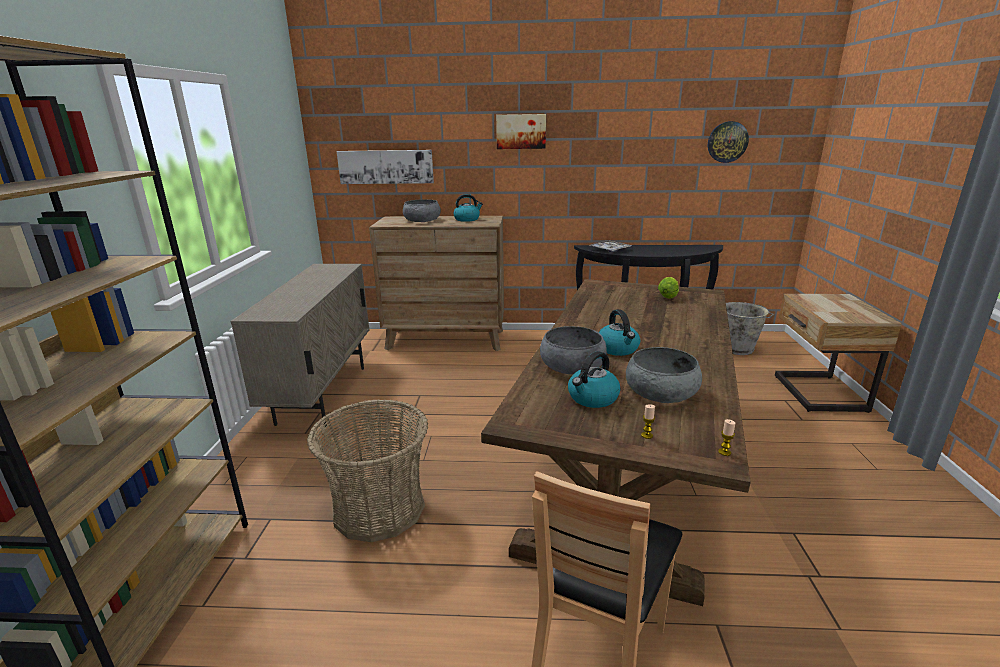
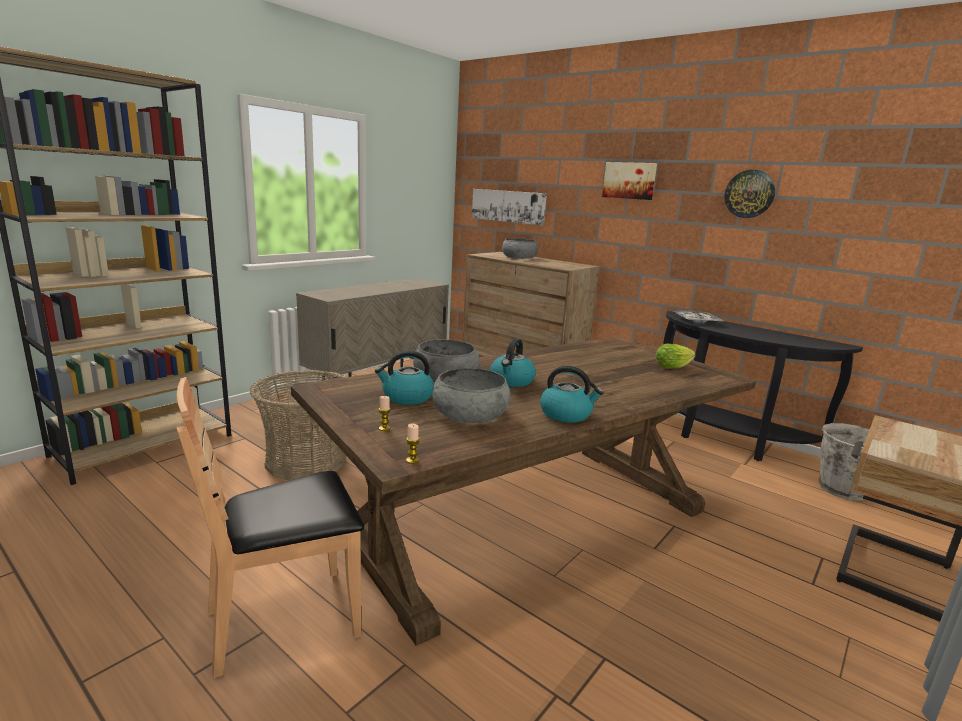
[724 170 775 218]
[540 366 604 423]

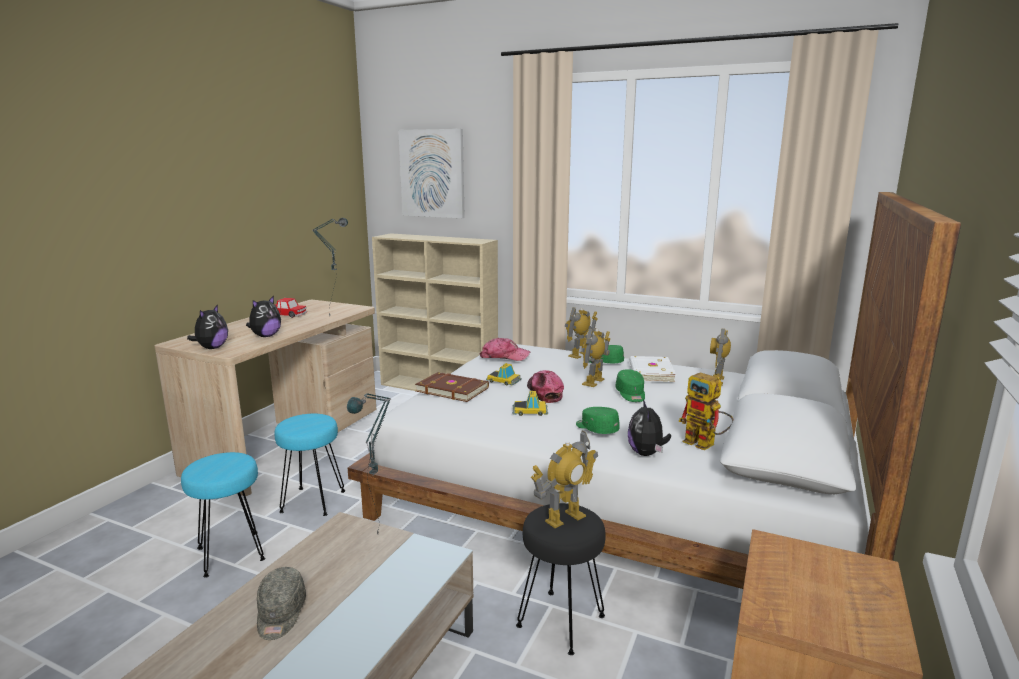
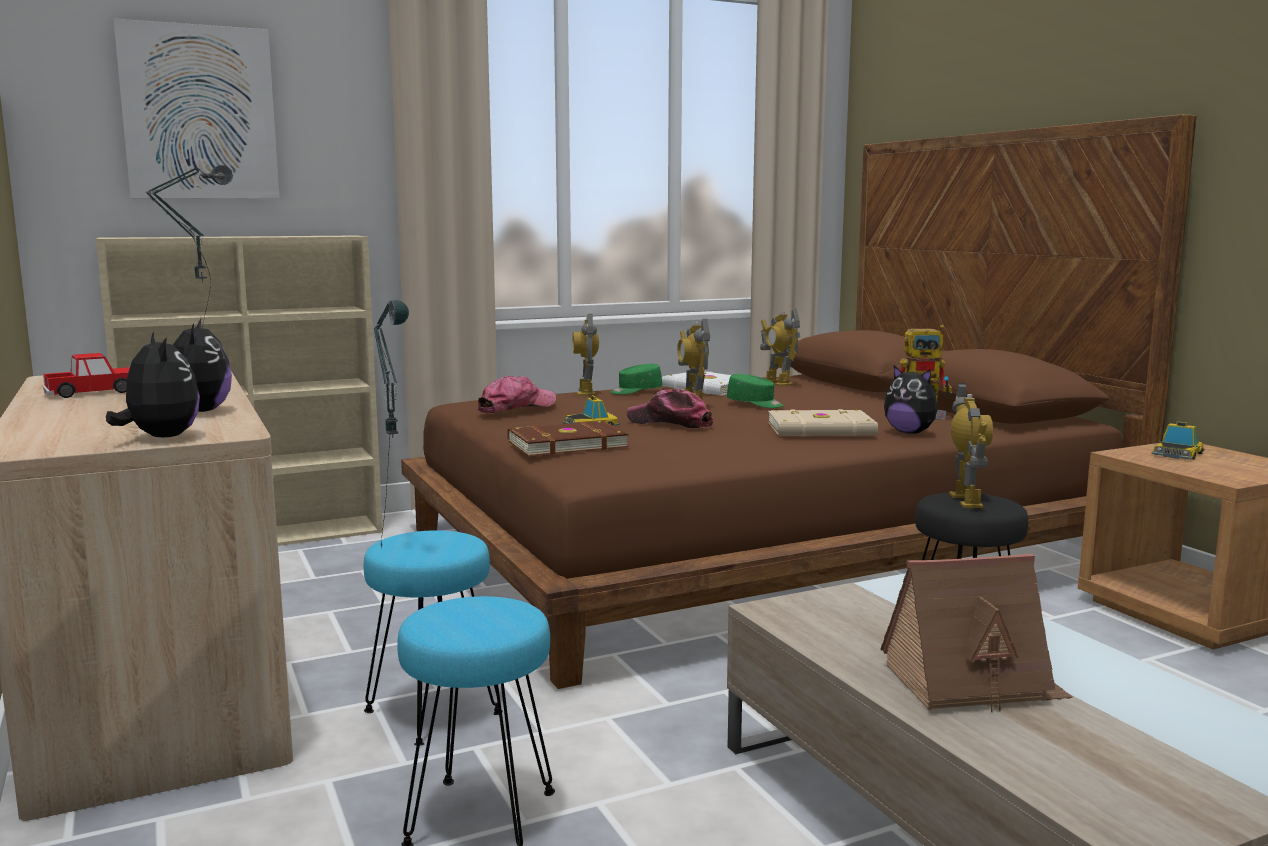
[401 114 1197 689]
[1151 422 1205 460]
[374 300 409 548]
[768 409 878 436]
[880 554 1073 712]

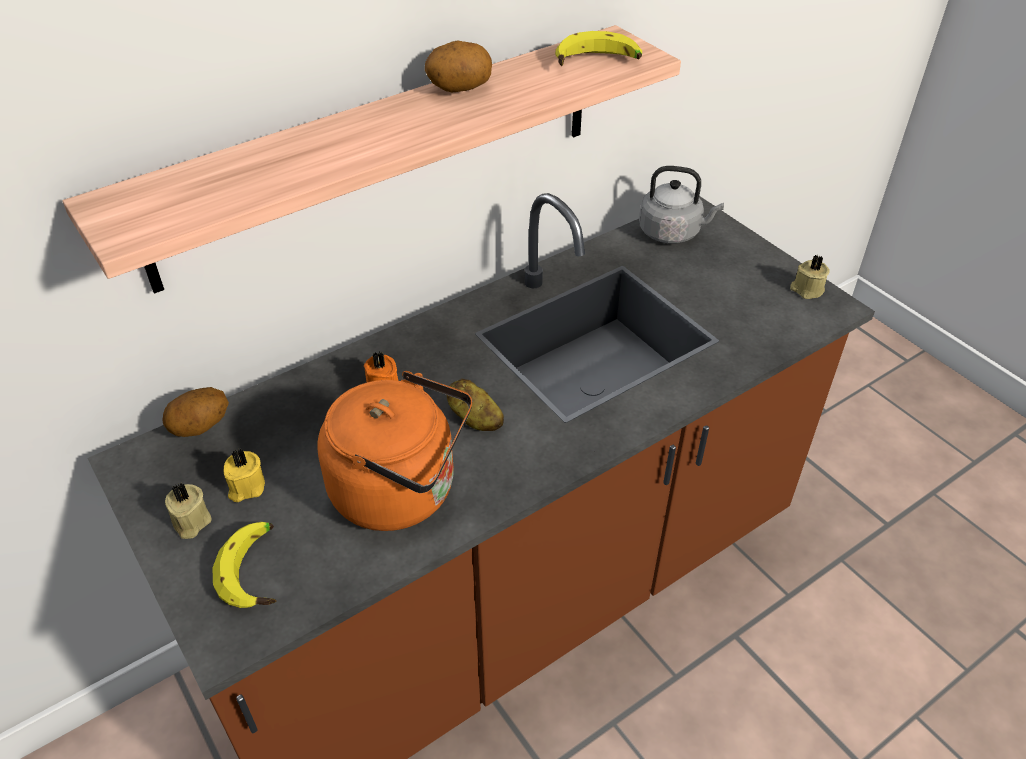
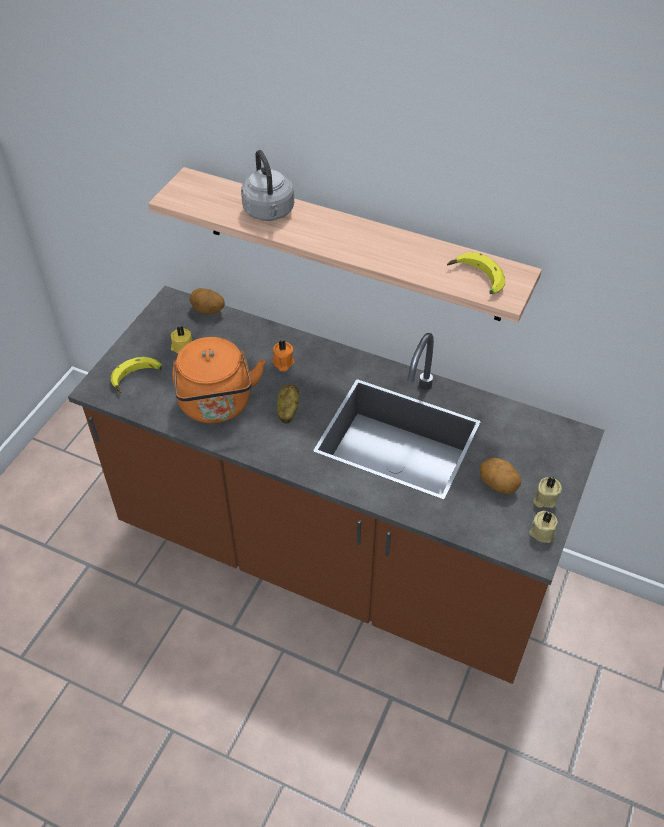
[479 458 521 494]
[241 150 294 221]
[533 477 562 508]

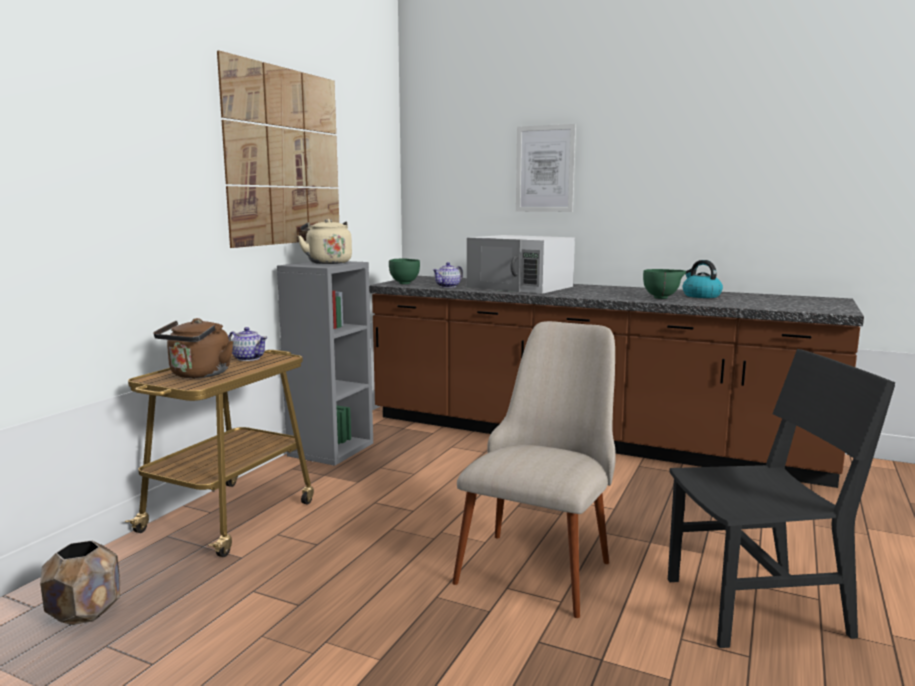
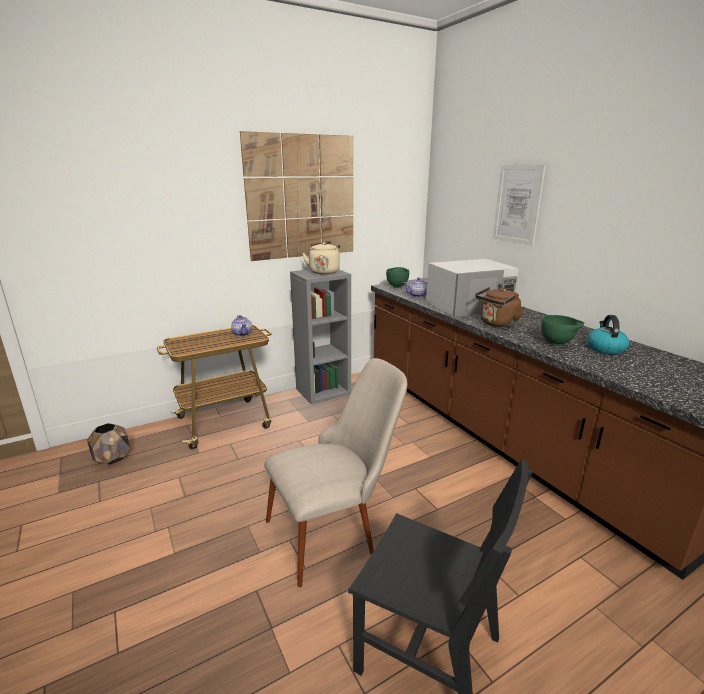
[426 259 519 317]
[475 287 525 327]

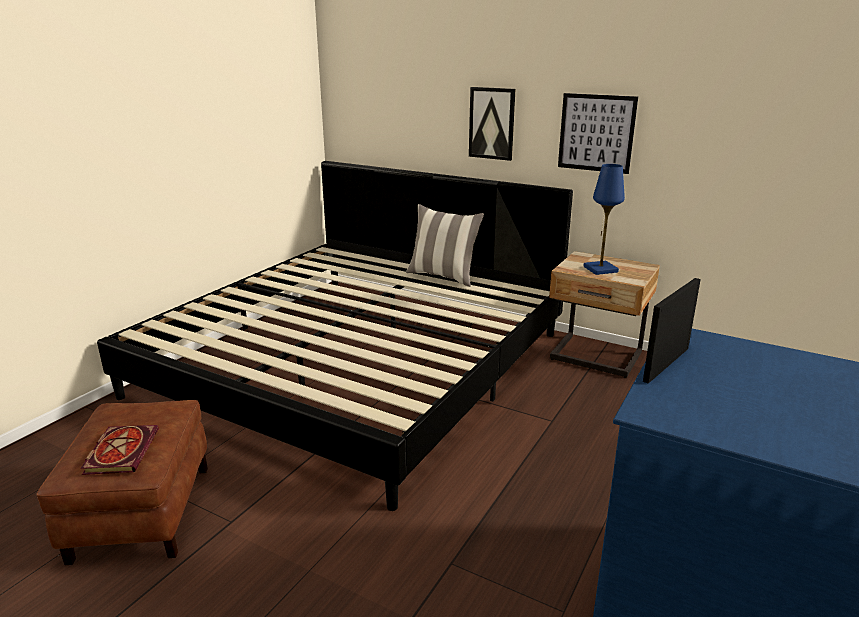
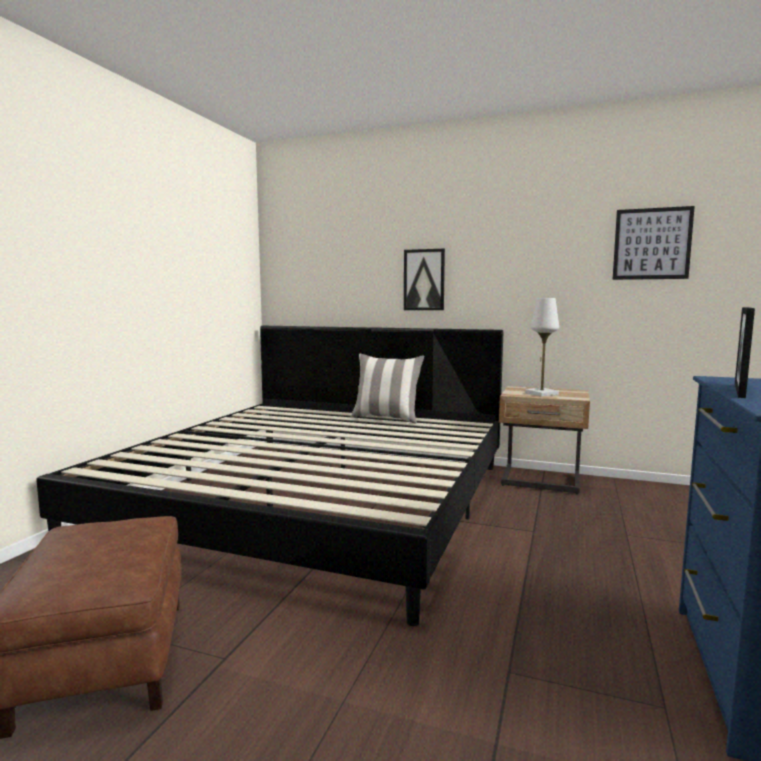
[612 206 695 280]
[525 298 559 396]
[80 425 159 475] (first image)

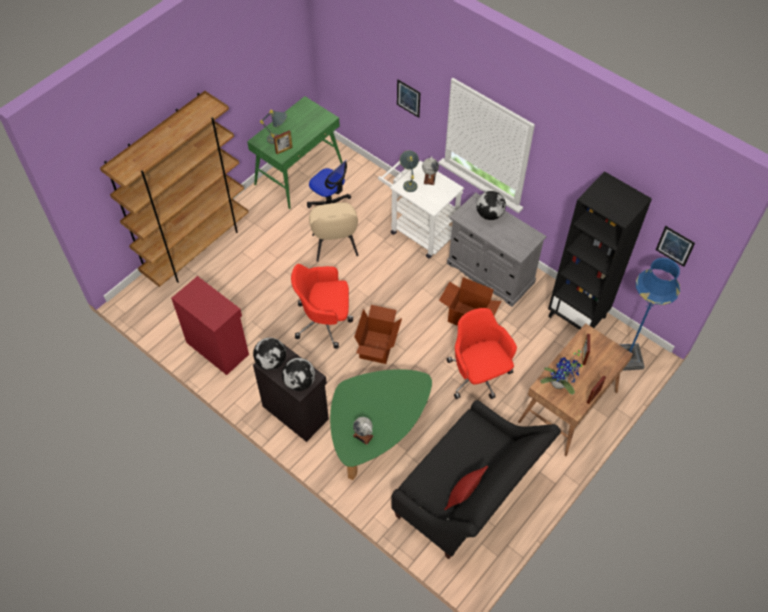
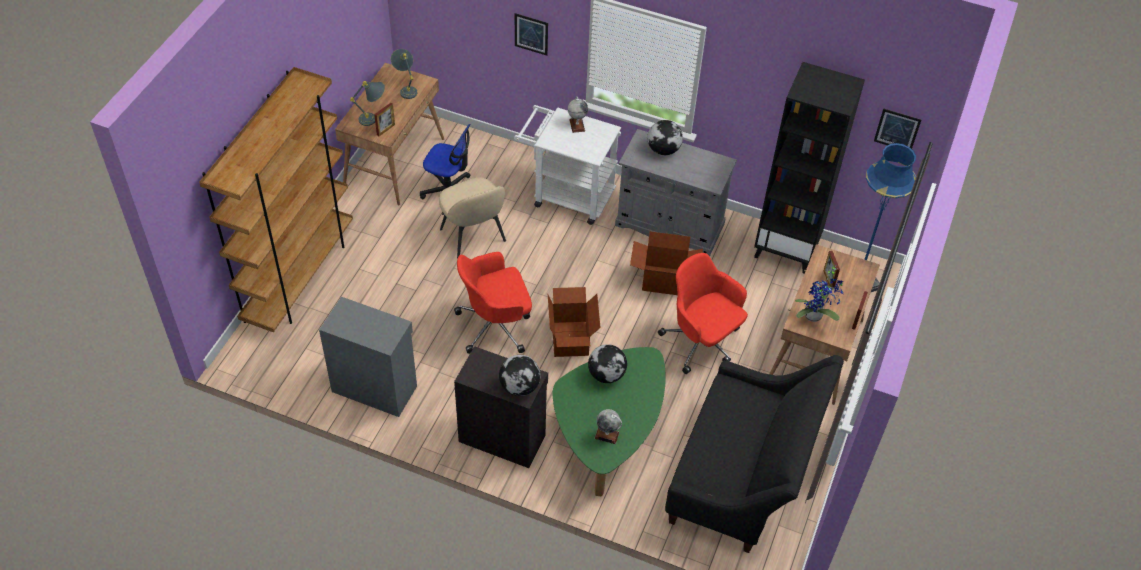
[335 63 444 206]
[391 49 417 99]
[319 297 417 417]
[588 344 627 383]
[444 466 488 511] (first image)

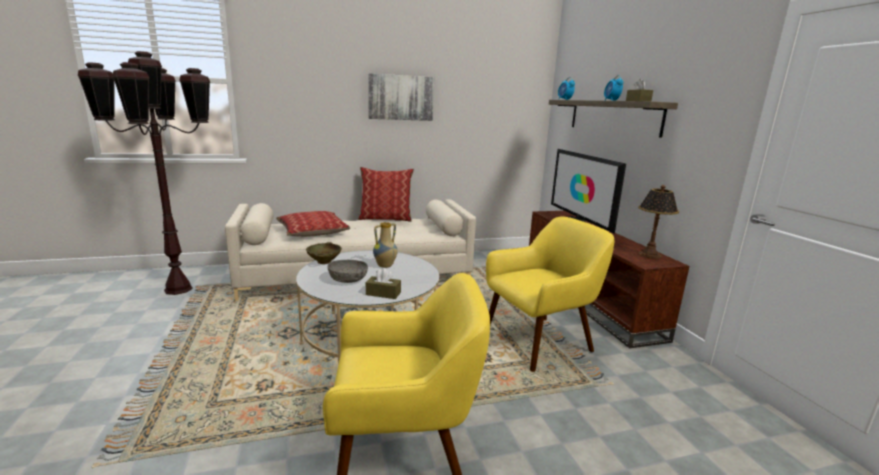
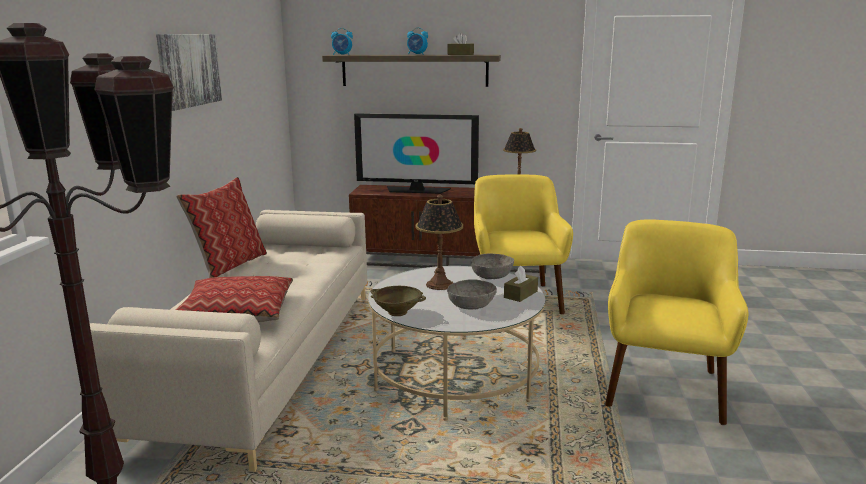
[415 195 463 290]
[471 253 514 279]

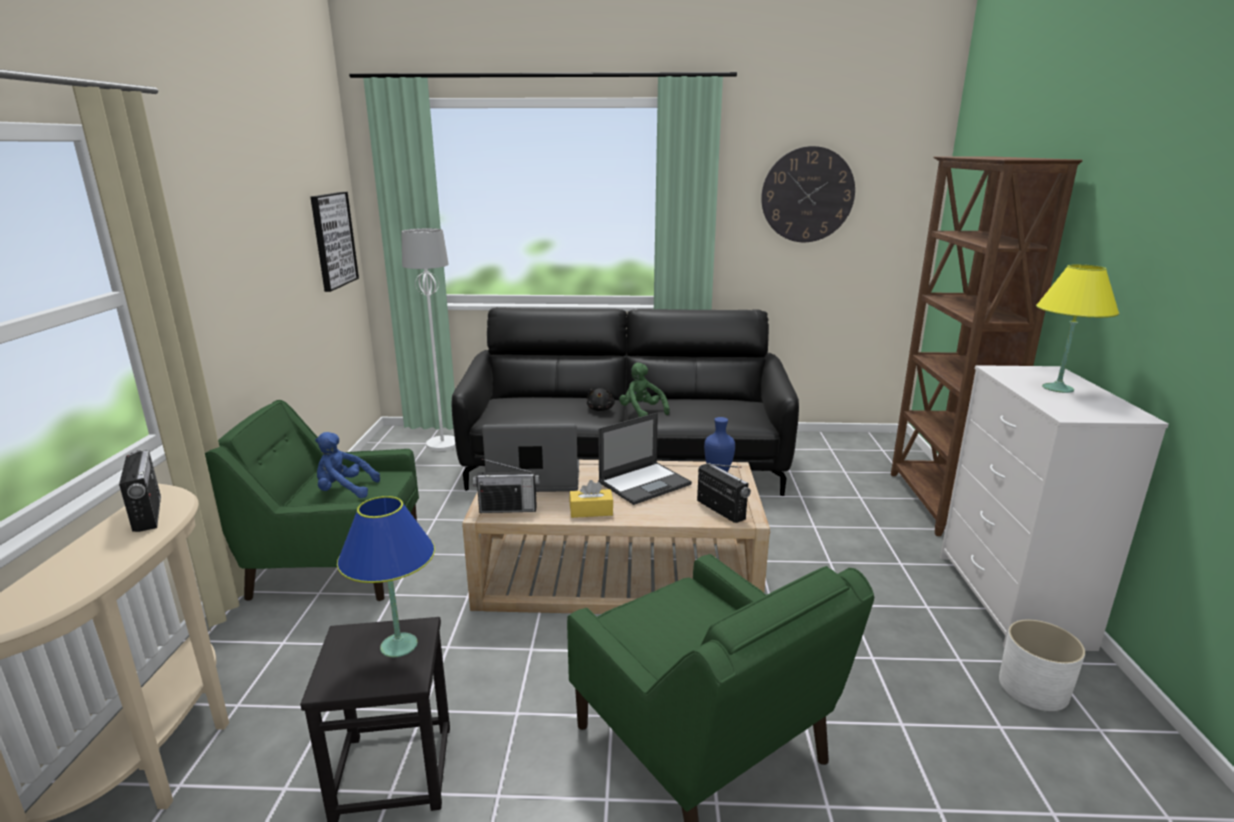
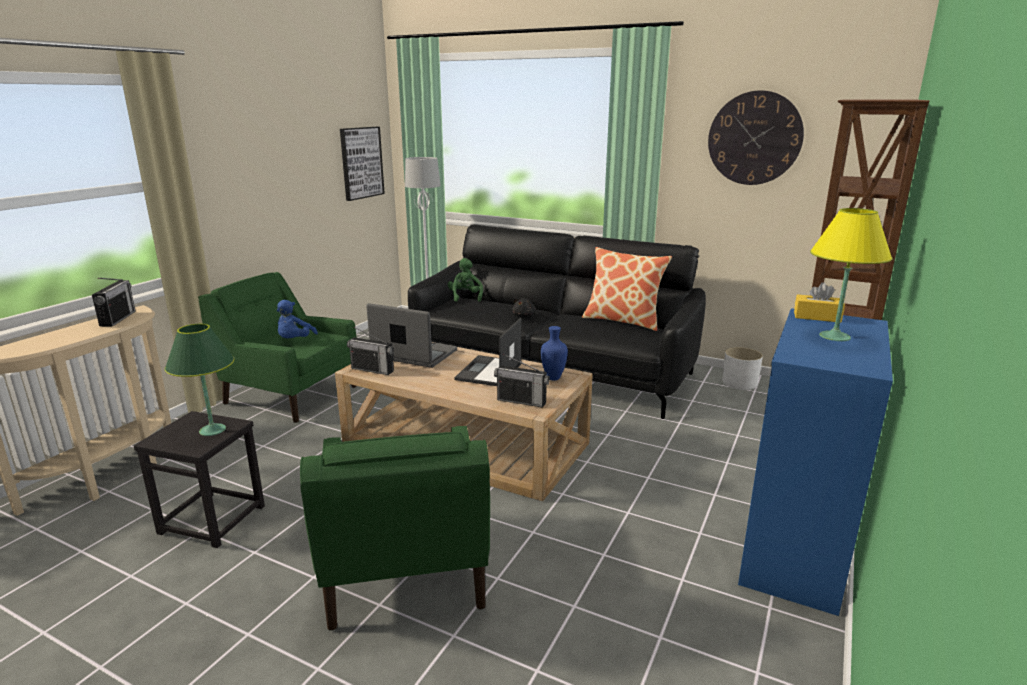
[448 258 483 302]
[738 308 893 616]
[454 318 522 386]
[277 300 318 338]
[494 354 550 408]
[794 282 845 323]
[165 324 235 436]
[722 347 763 390]
[582 247 672 331]

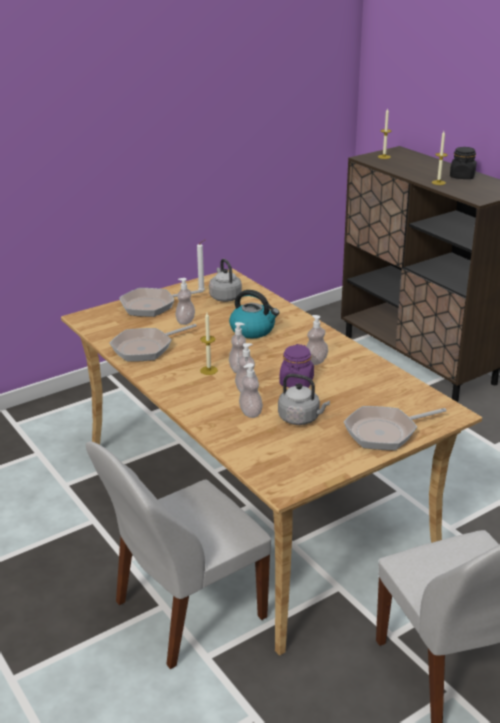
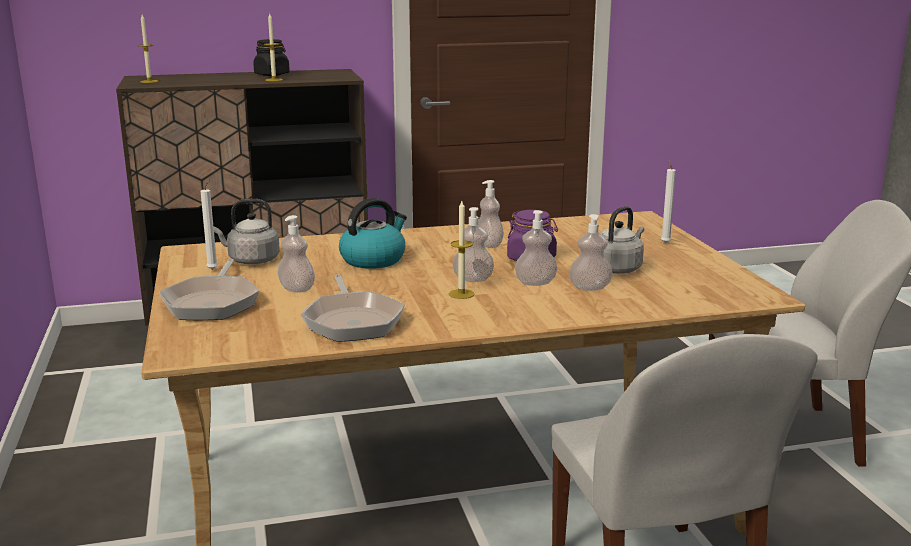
[661 160 676 244]

